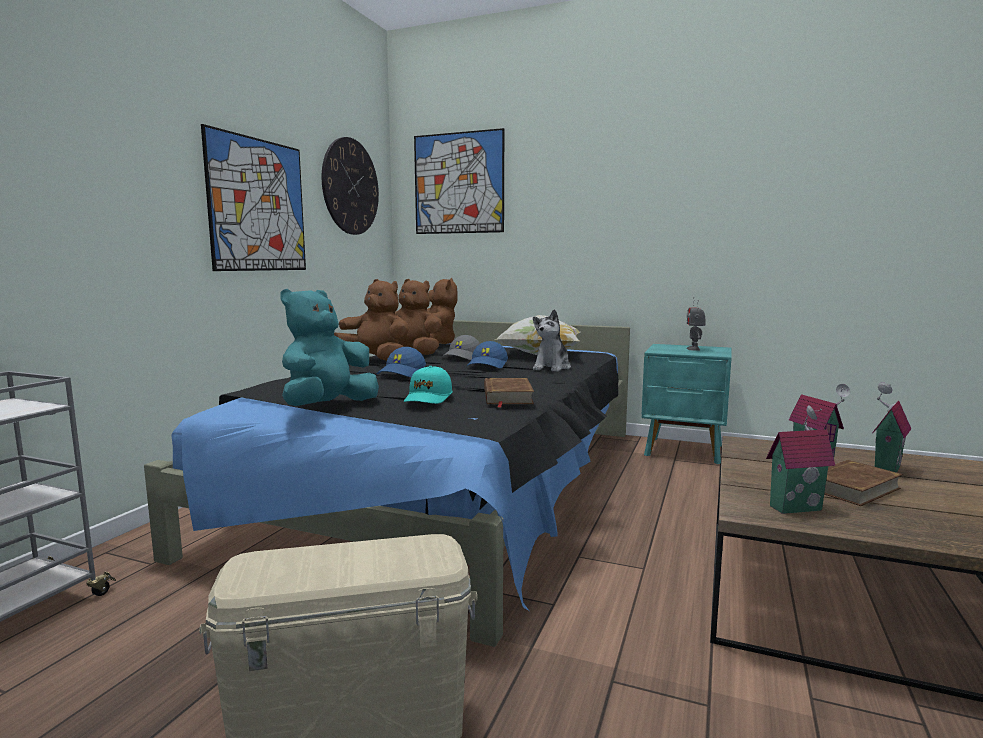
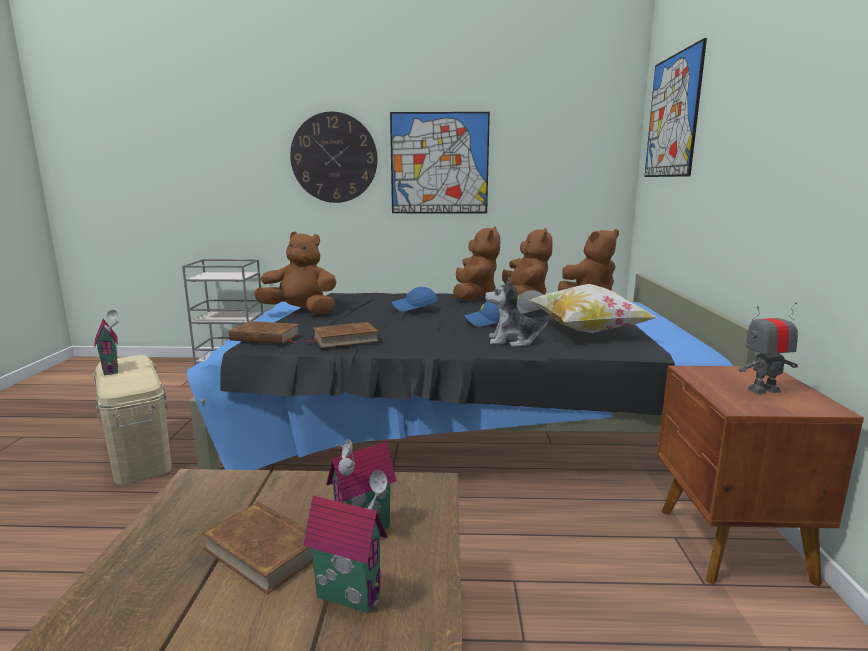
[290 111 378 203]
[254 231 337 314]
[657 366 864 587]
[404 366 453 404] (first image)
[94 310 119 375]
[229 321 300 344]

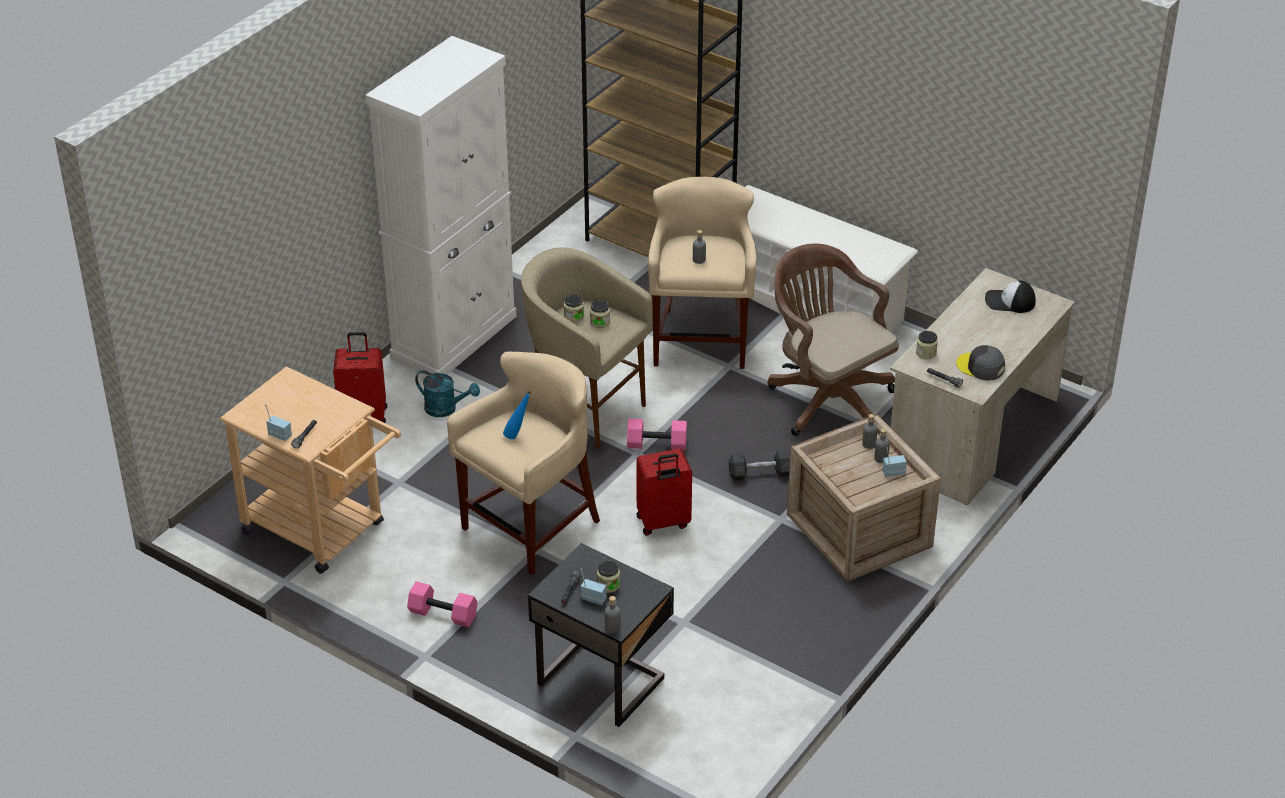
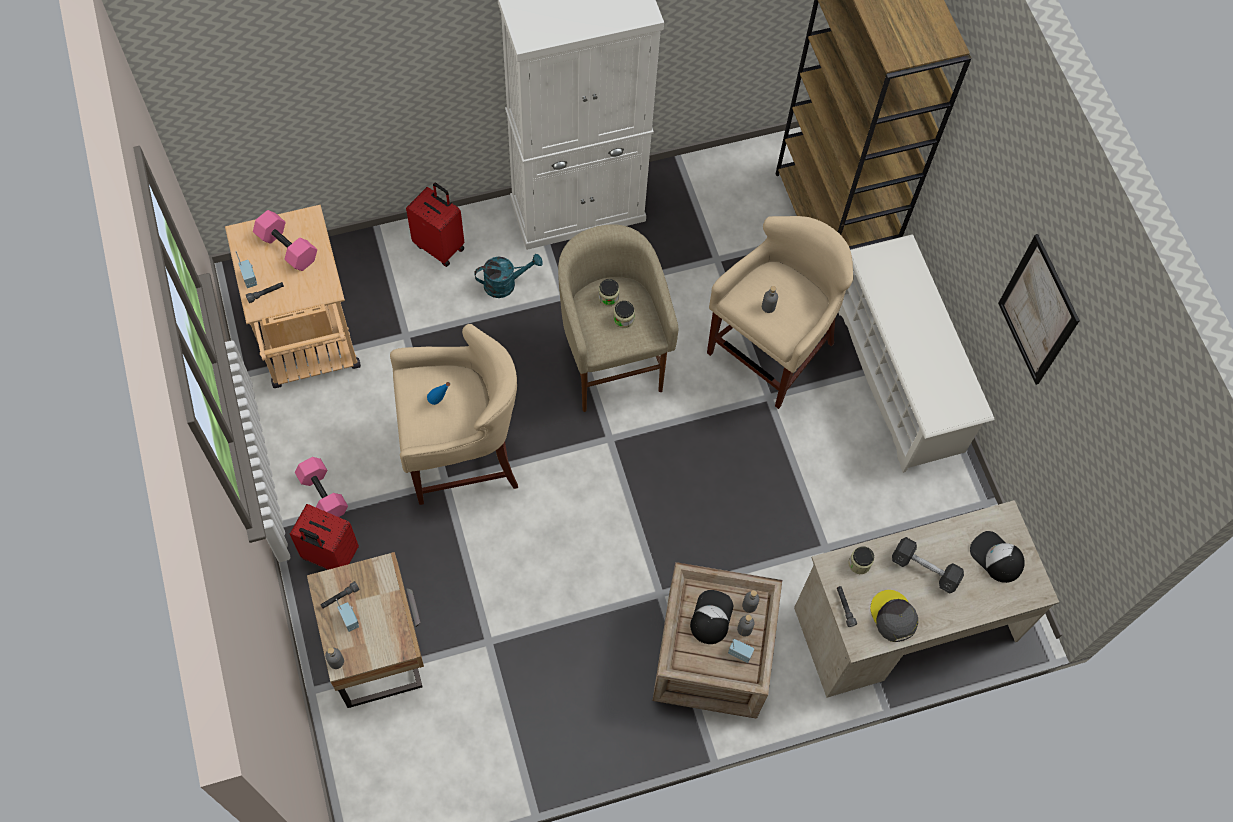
[768 243 899 436] (first image)
[474 254 543 298]
[253 210 317 271]
[290 504 359 570]
[892 537 964 593]
[307 552 424 708]
[597 561 620 593] (first image)
[998 234 1080 385]
[690 590 733 644]

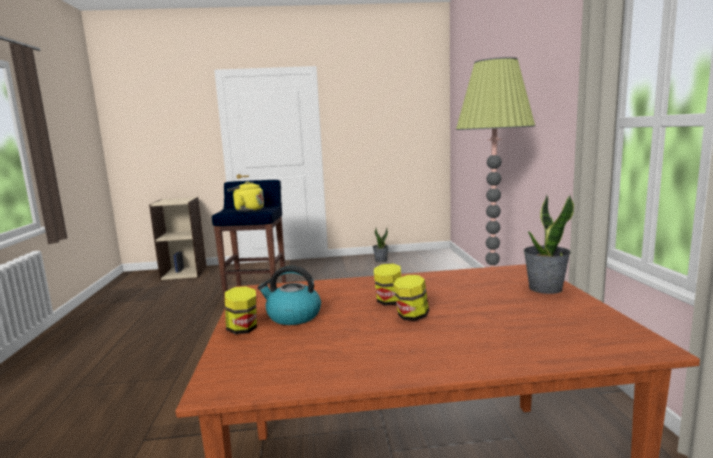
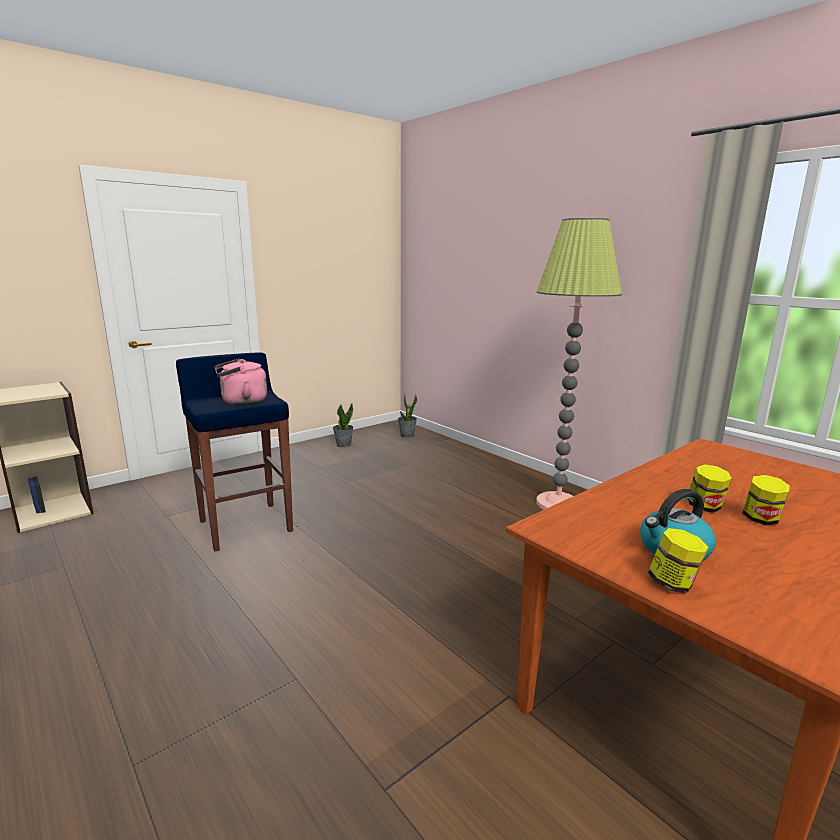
[215 359 267 405]
[398 395 417 437]

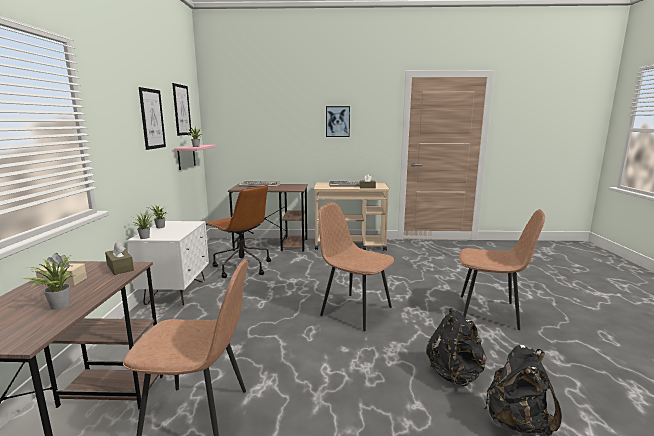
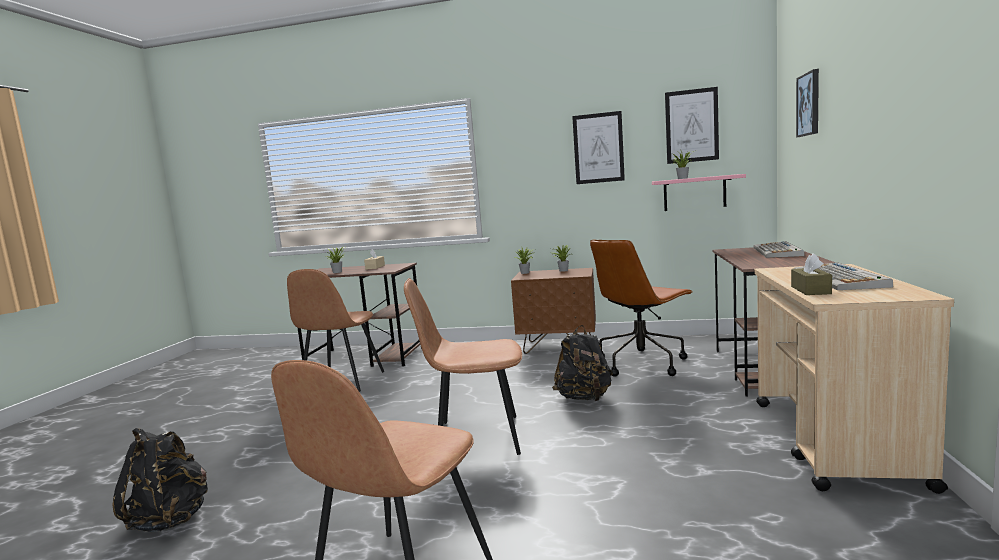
[796 69 819 137]
[404 278 522 455]
[511 268 596 354]
[105 241 134 275] (first image)
[552 325 613 401]

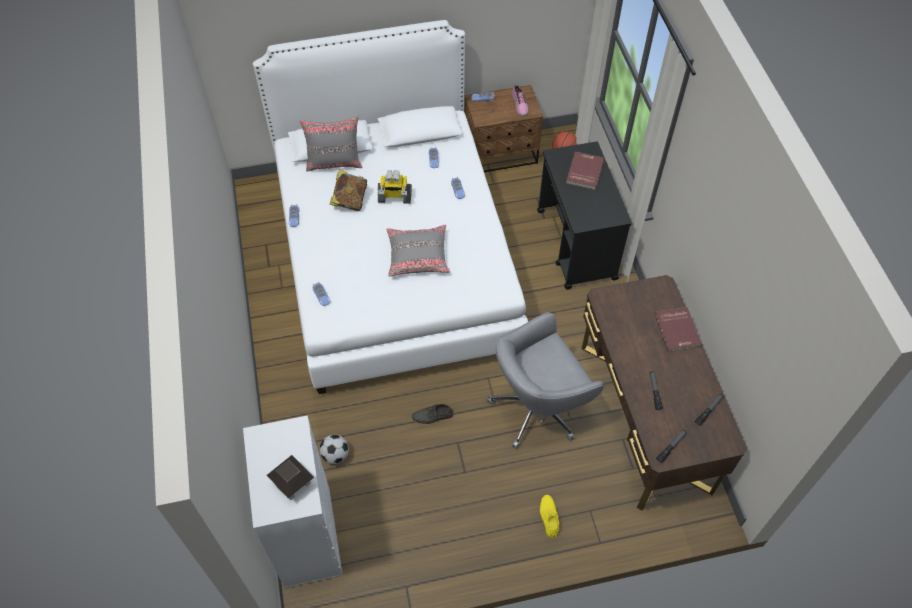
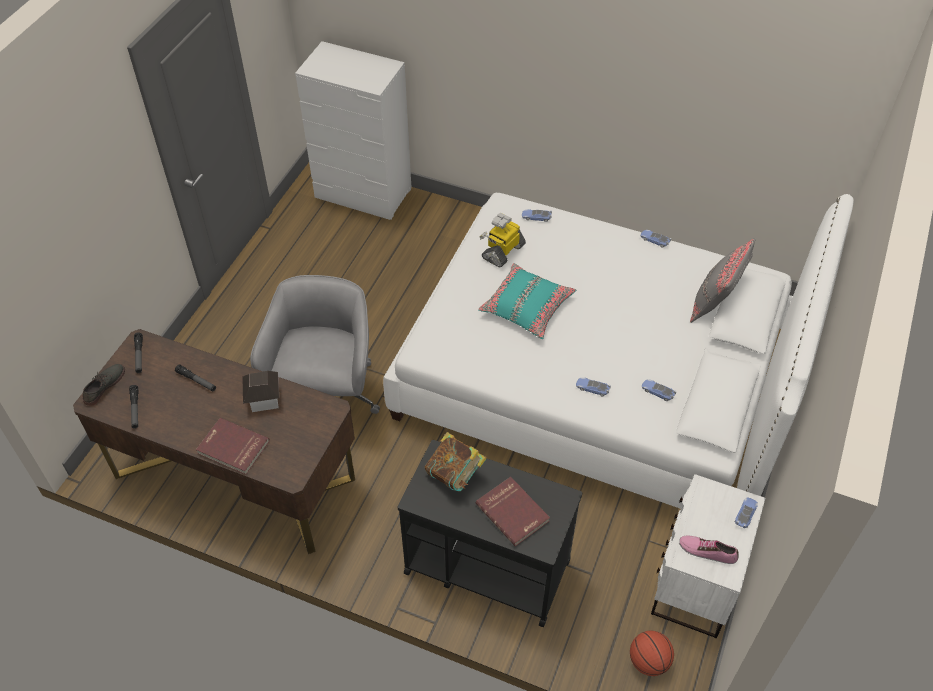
[651 474 765 638]
[425 432 487 491]
[480 213 526 267]
[478 263 576 339]
[82 364 125 406]
[320 435 349 464] (first image)
[242 371 279 412]
[540 495 559 538] (first image)

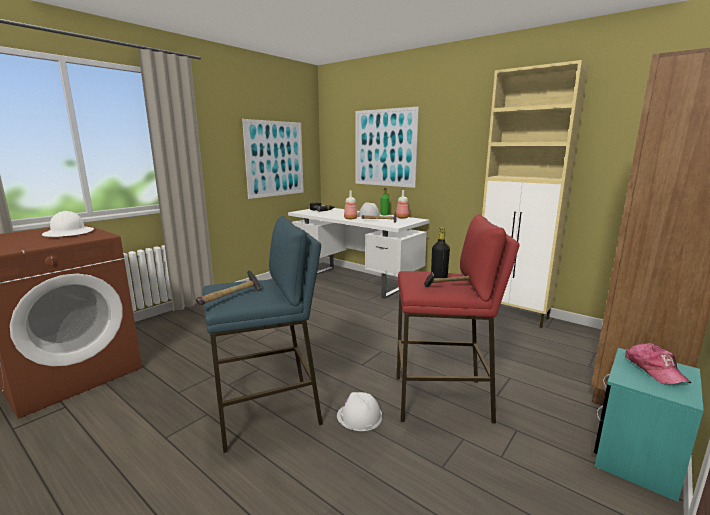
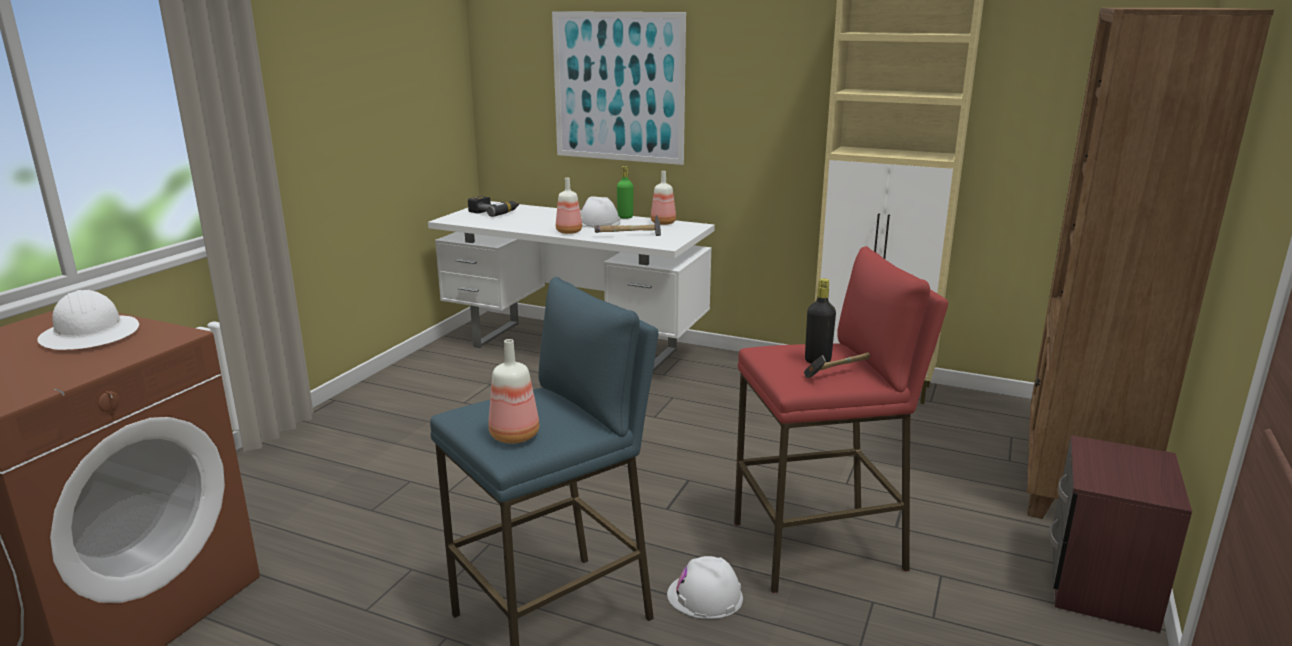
[242 119 304 199] (first image)
[489 339 539 444]
[625 343 691 384] (first image)
[1049 435 1192 633]

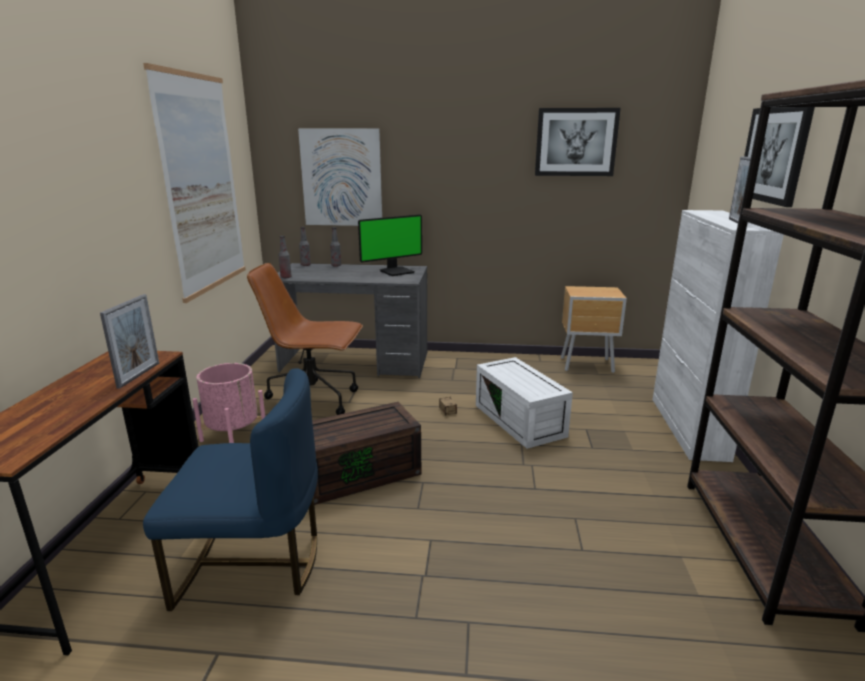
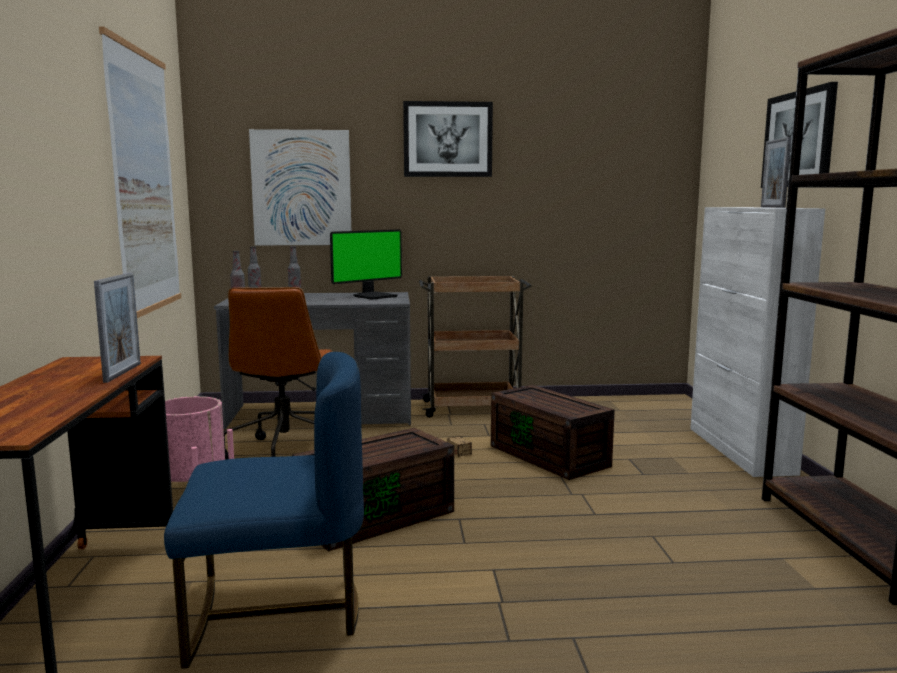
[403 101 493 177]
[224 287 332 460]
[561 286 627 373] (first image)
[491 385 615 480]
[419 276 532 418]

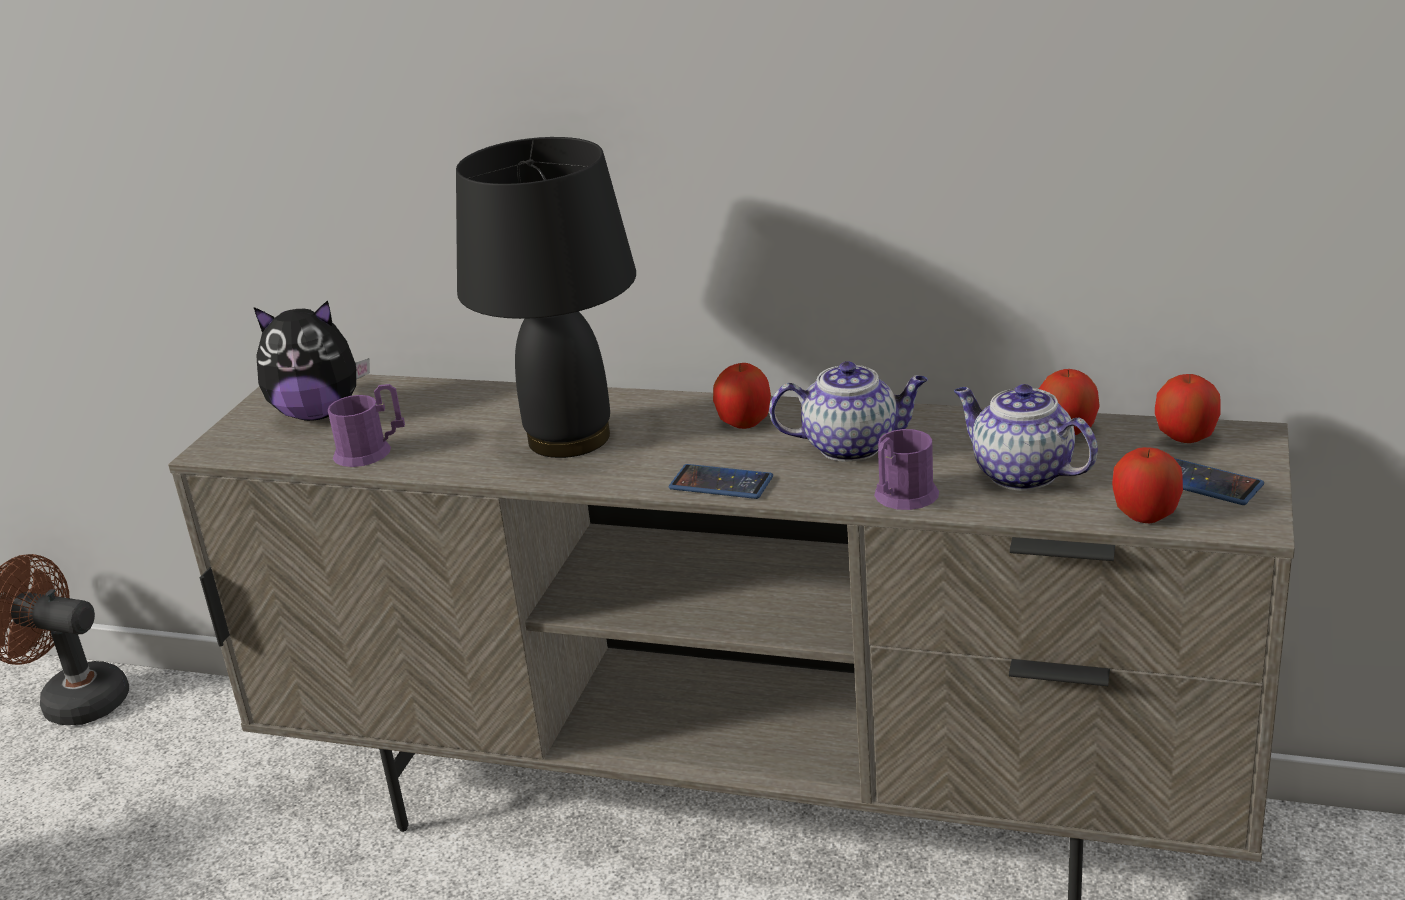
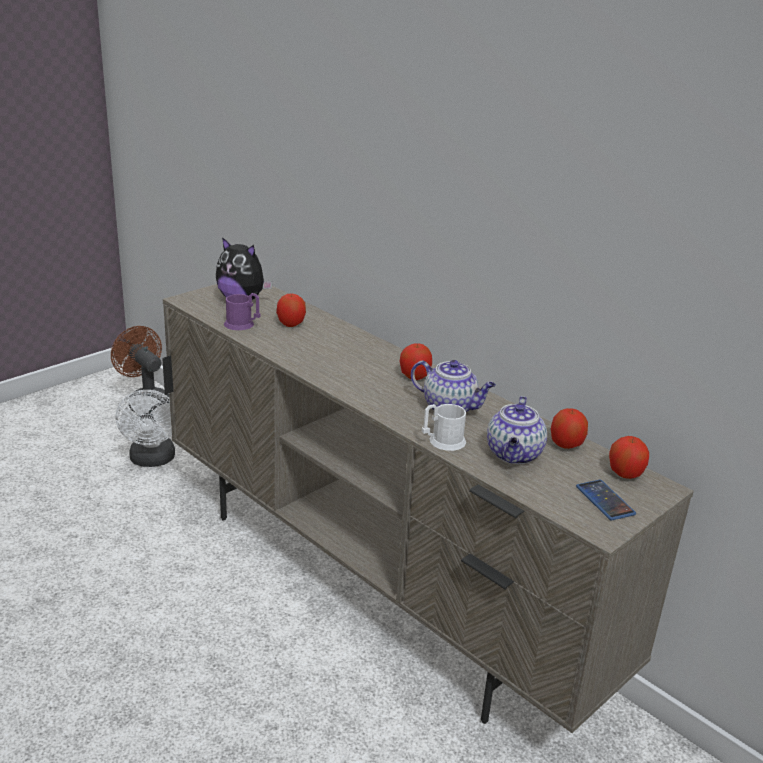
[456 137 636 458] (first image)
[487 396 547 464]
[422 404 466 451]
[276 293 306 327]
[669 464 773 499] (first image)
[115 390 175 467]

